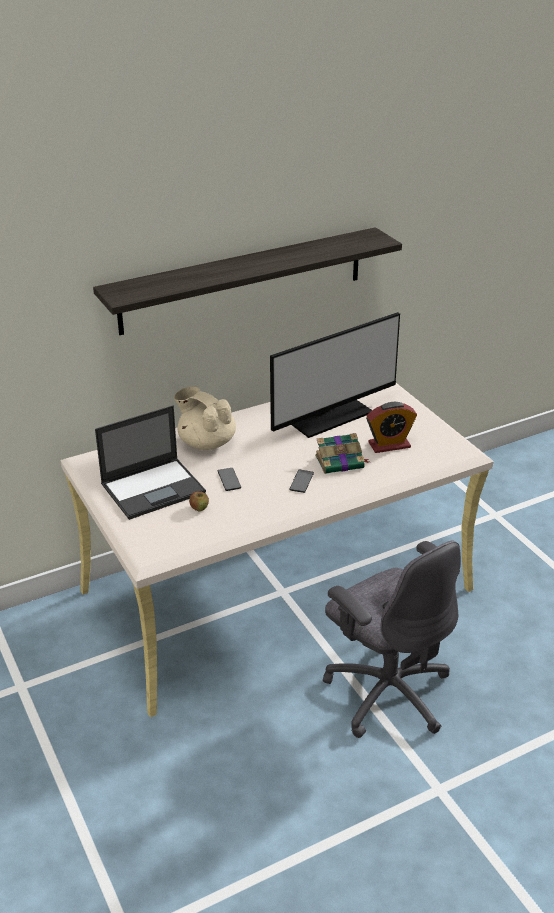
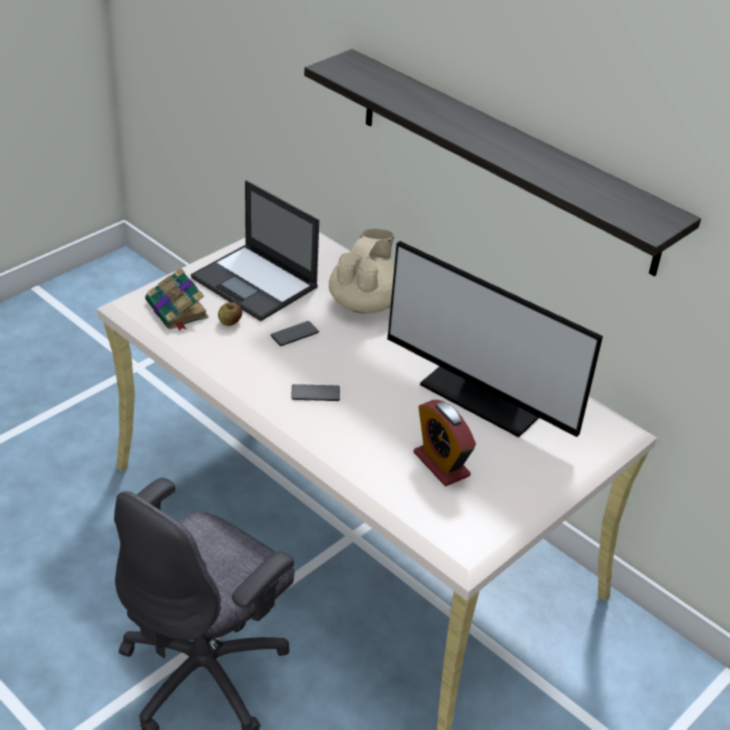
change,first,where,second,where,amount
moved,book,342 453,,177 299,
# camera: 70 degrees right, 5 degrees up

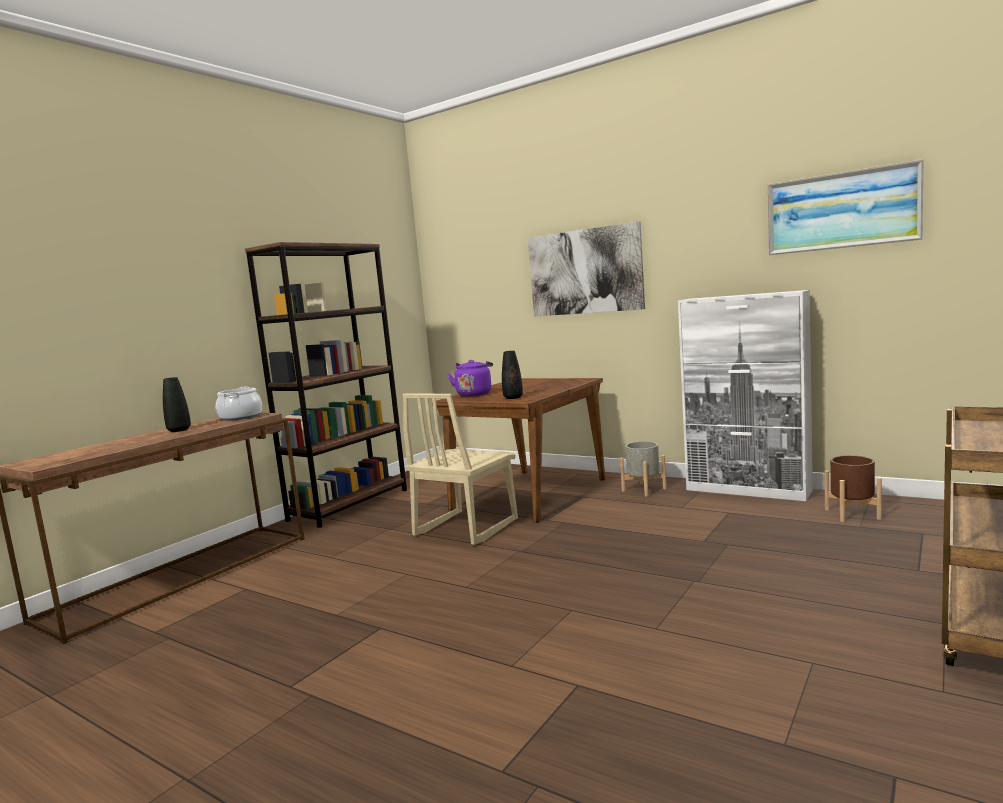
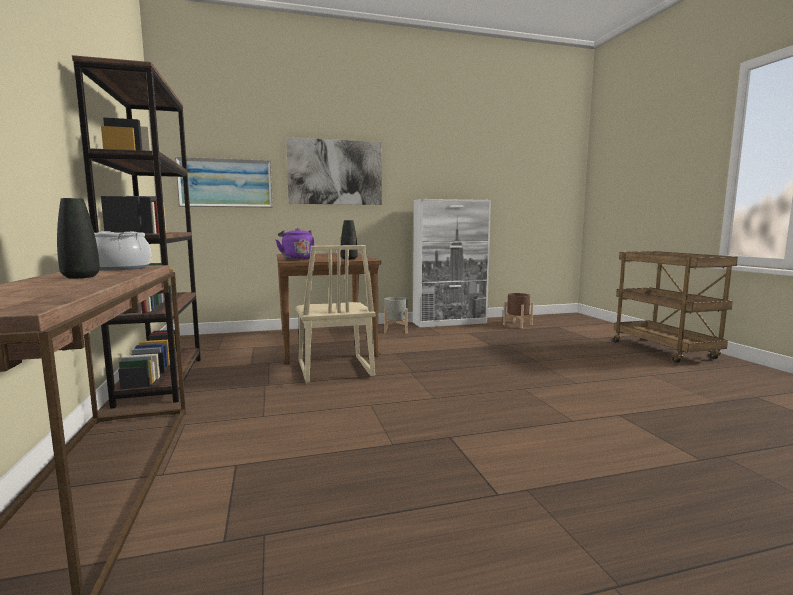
change,first,where,second,where,amount
moved,picture,845 207,,224 182,
# camera: 50 degrees left, 0 degrees up

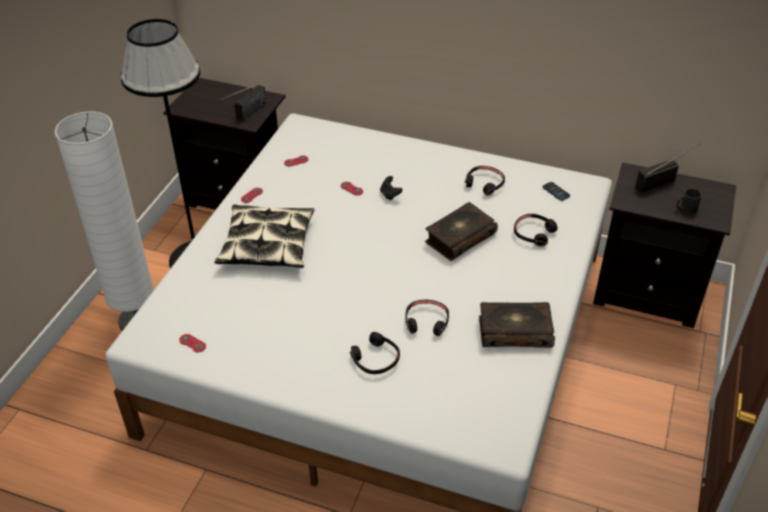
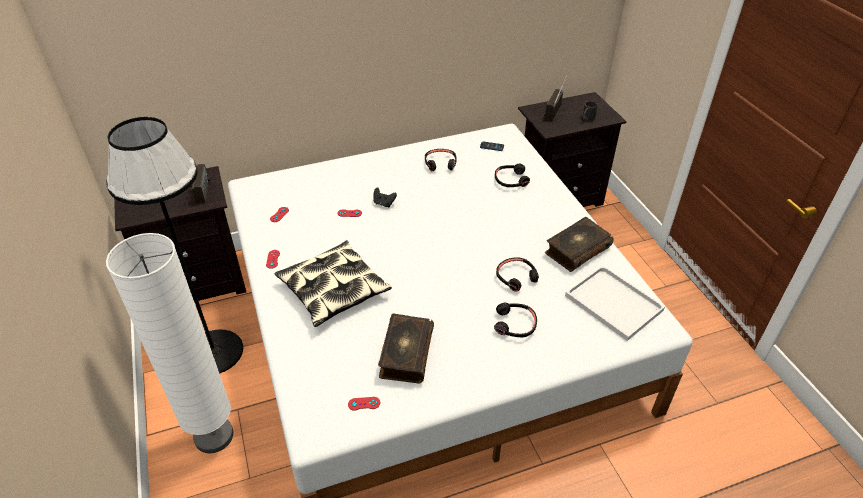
change,first,where,second,where,amount
added,,,tray in white,615 303,
moved,book,461 231,,406 349,
# camera: 40 degrees left, 0 degrees up

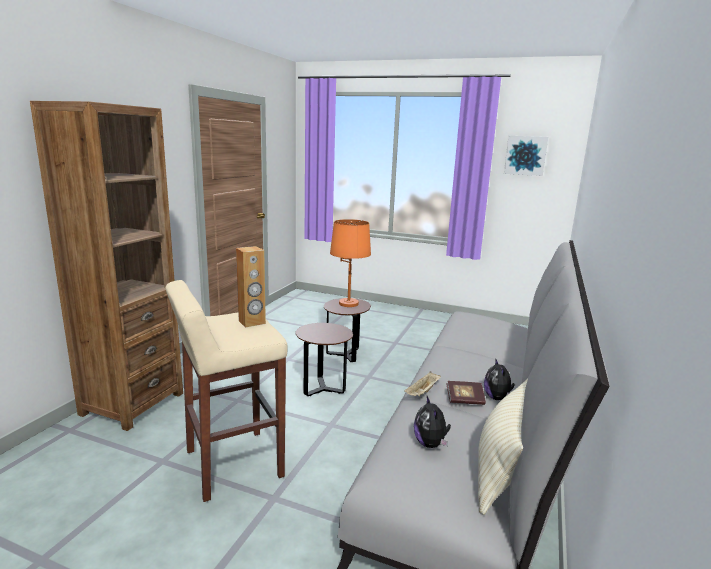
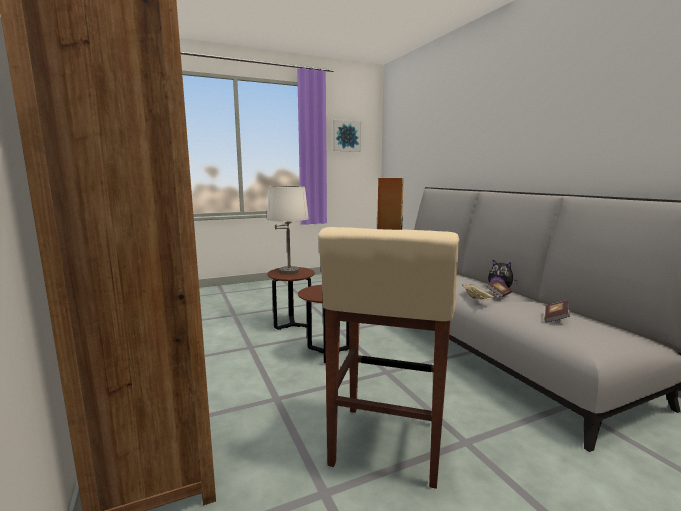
change,first,where,second,where,amount
removed,pillow in beige,503 447,,,
replaced,plush toy,432 422,book,557 311,
recoloured,table lamp in orange,350 263,table lamp in white,288 229,
# camera: 45 degrees left, 5 degrees down

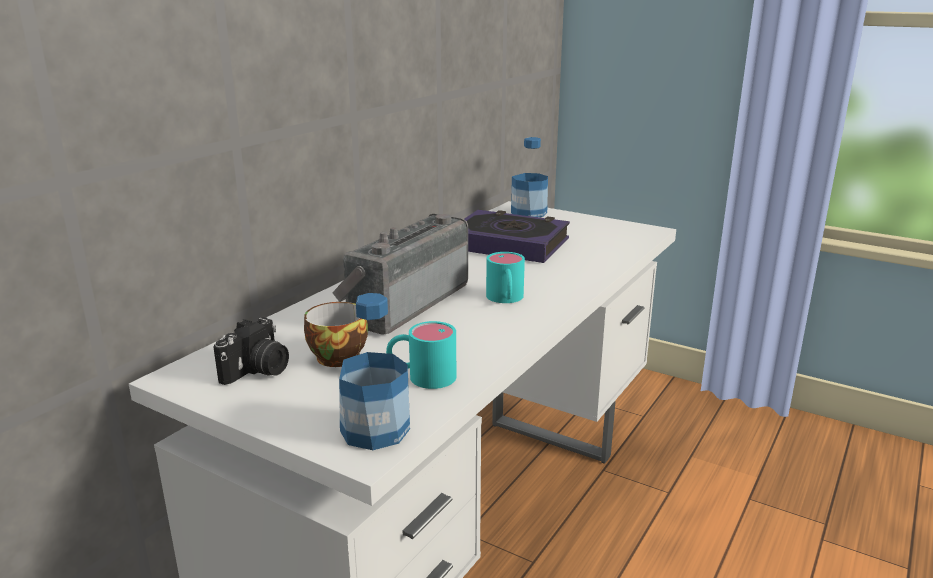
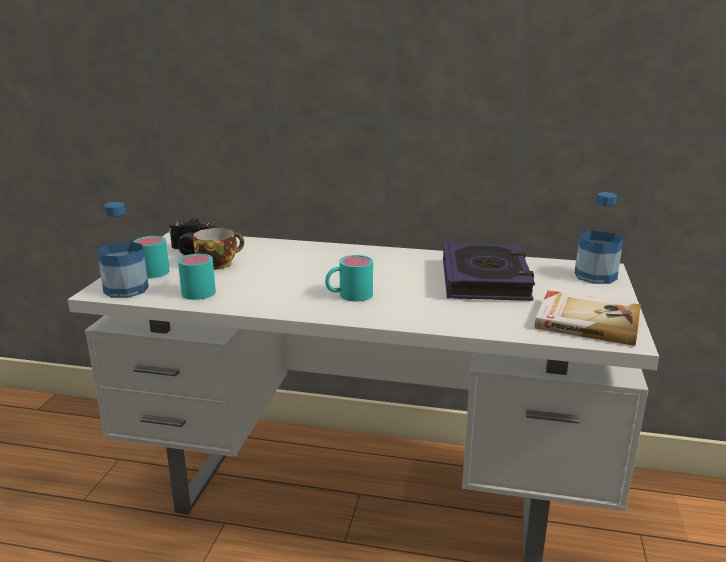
change,first,where,second,where,amount
removed,radio,400 274,,,
added,,,mug in turquoise,151 257,
added,,,book,587 318,
# camera: 70 degrees right, 0 degrees up

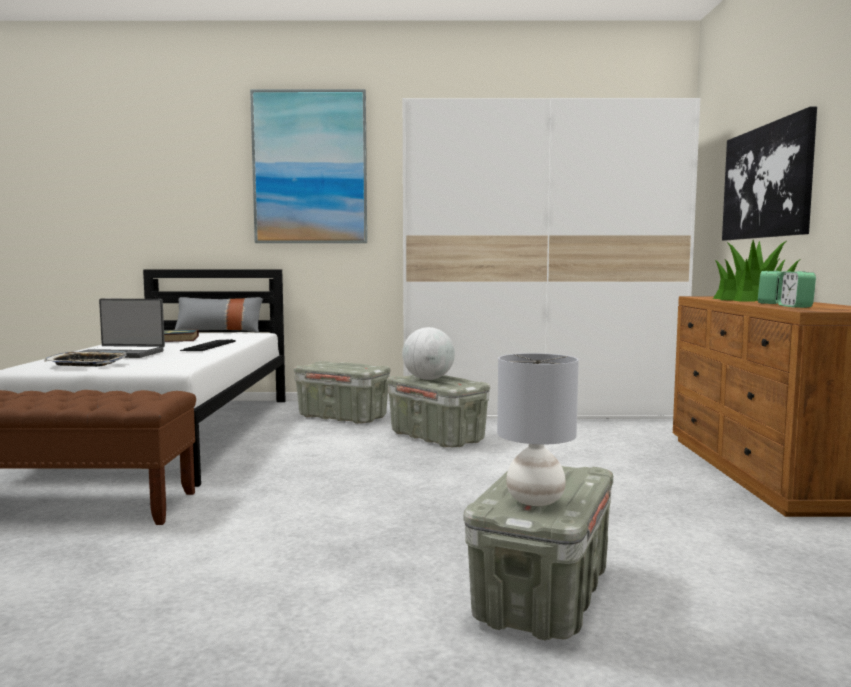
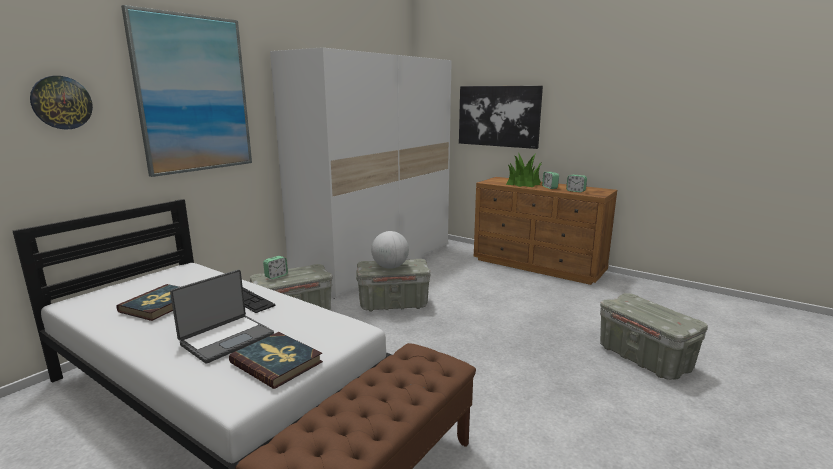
change,first,where,second,where,amount
removed,pillow in grey,218 315,,,
removed,table lamp in grey,538 429,,,
added,,,wall clock,61 103,
added,,,alarm clock,275 267,
replaced,tray,85 359,book,276 360,
# camera: 55 degrees left, 10 degrees up

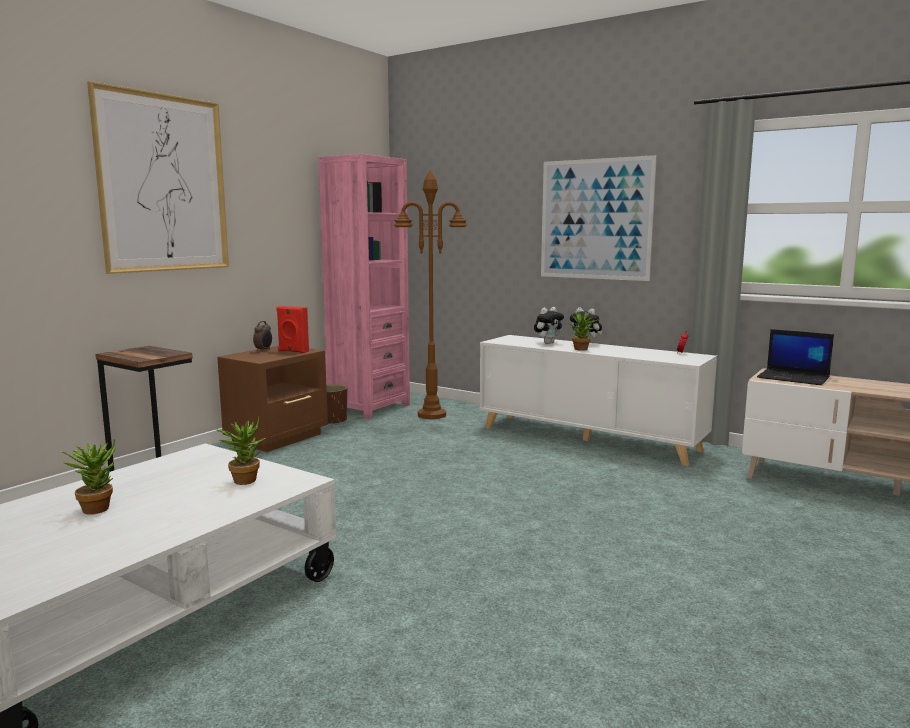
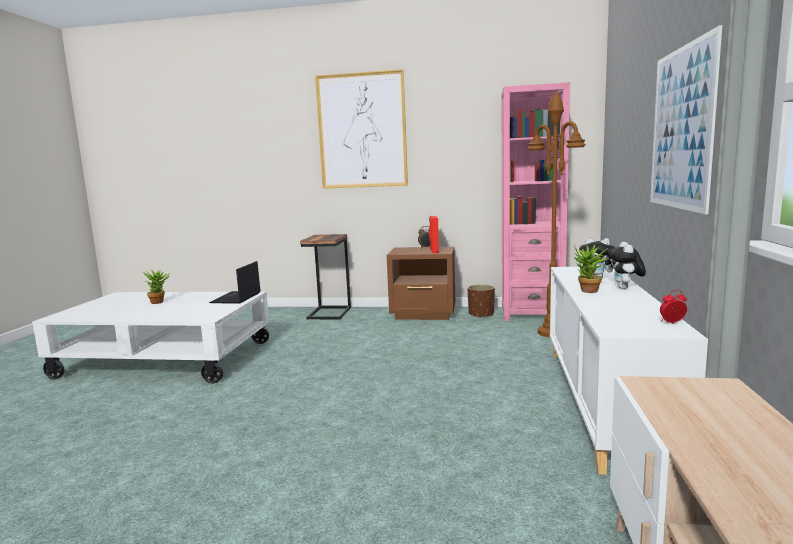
change,first,where,second,where,amount
removed,potted plant,241 451,,,
moved,laptop,795 357,,235 282,
# camera: 65 degrees right, 0 degrees up

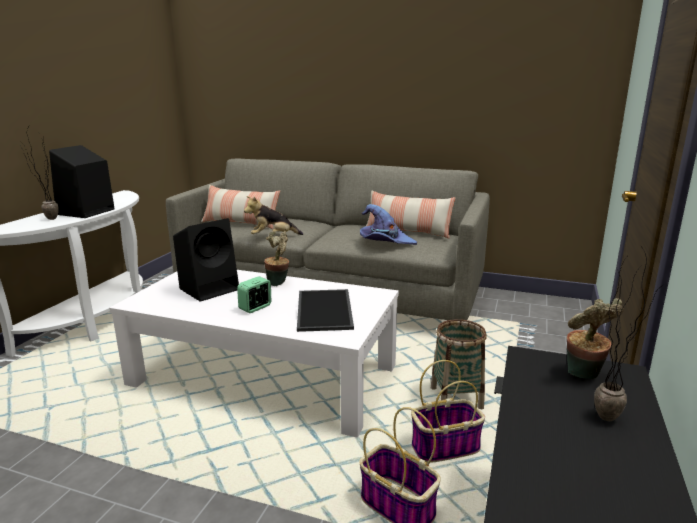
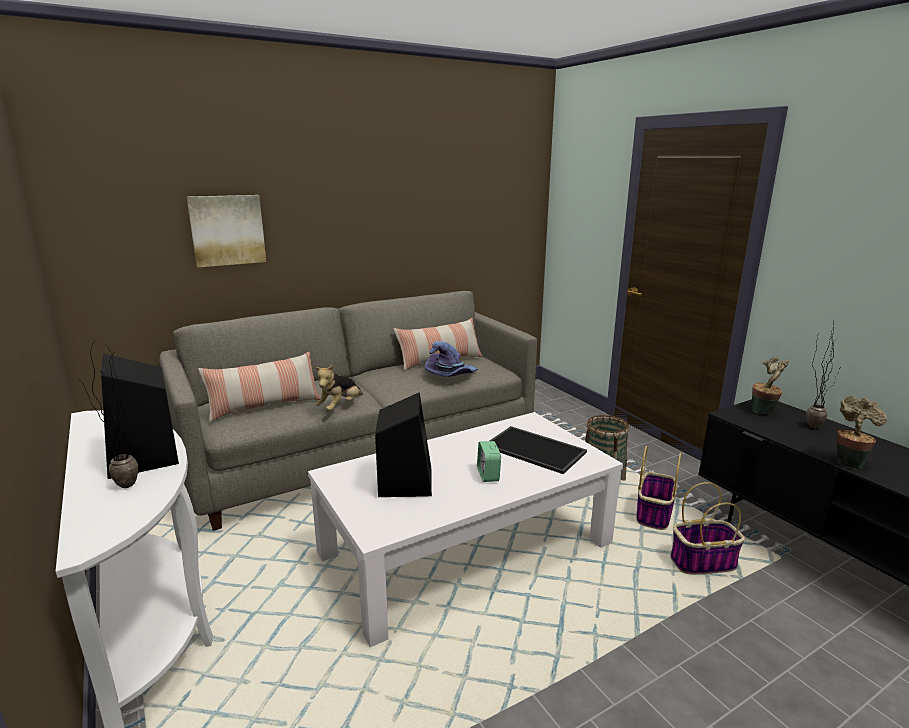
change,first,where,second,where,amount
added,,,picture,226 231,
moved,potted plant,276 258,,862 433,
# camera: 50 degrees left, 0 degrees up

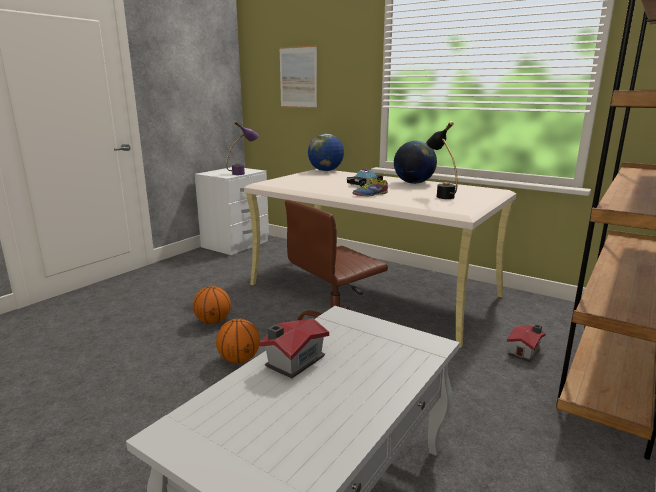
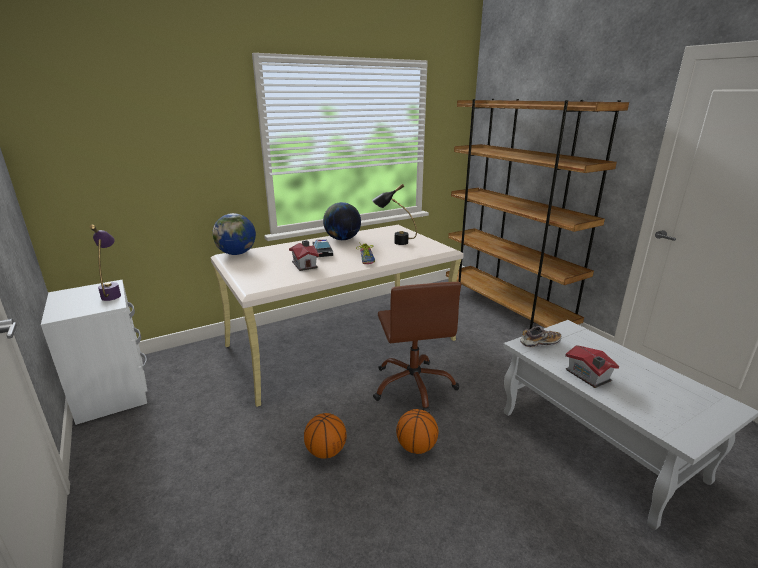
change,first,where,second,where,amount
removed,picture,298 76,,,
added,,,shoe,540 336,
moved,toy house,526 343,,304 255,
# camera: 65 degrees left, 5 degrees up

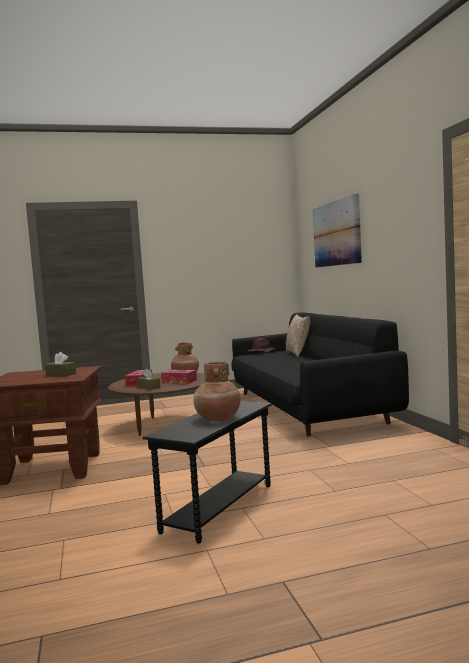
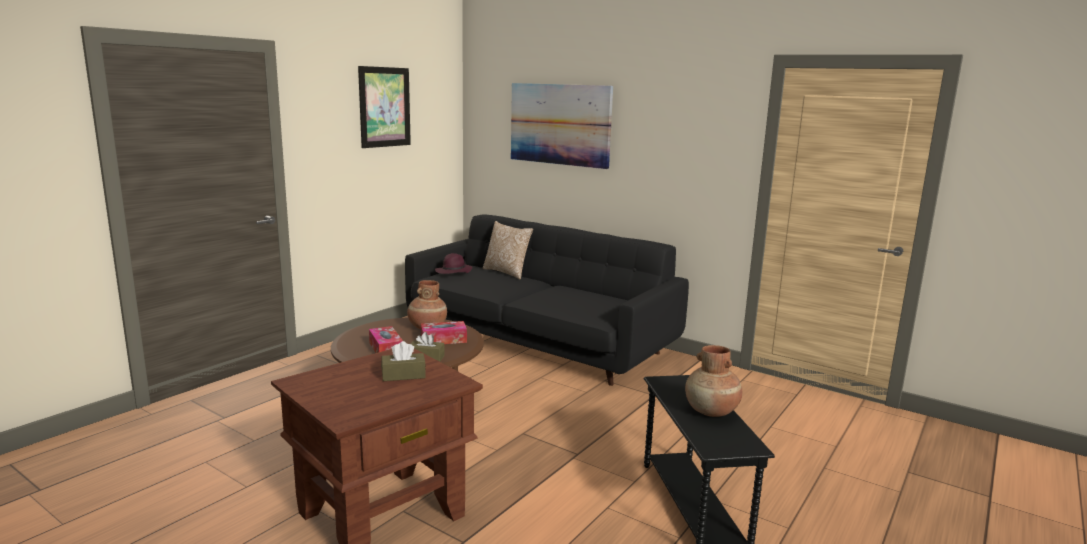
change,first,where,second,where,amount
added,,,picture,384 107,
# camera: 40 degrees left, 10 degrees up

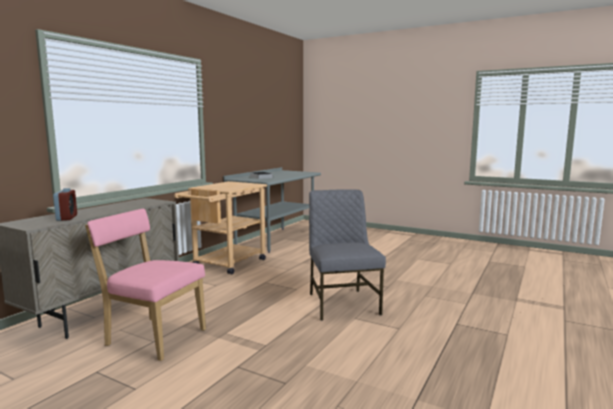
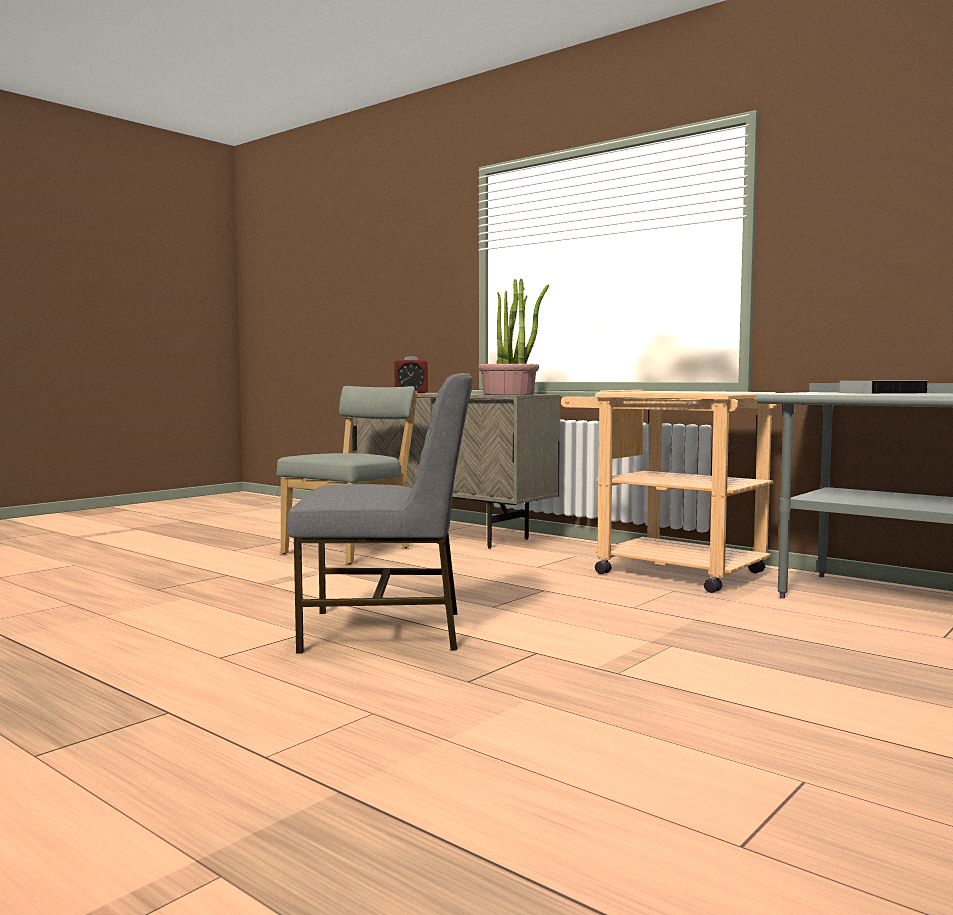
change,first,where,second,where,amount
added,,,potted plant,513 336,
recoloured,chair in pink,145 285,chair in grey,346 475,
# camera: 100 degrees right, 5 degrees down

